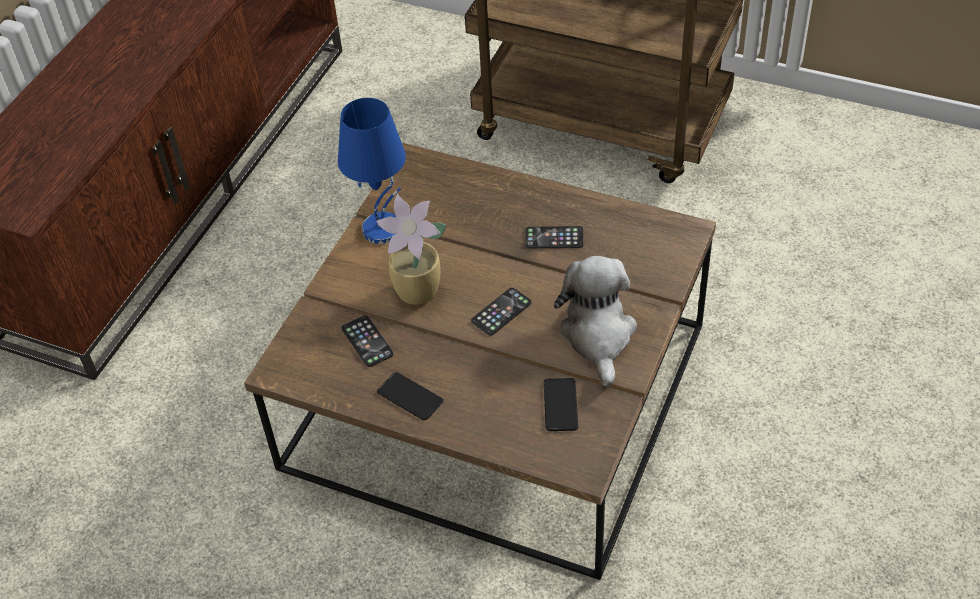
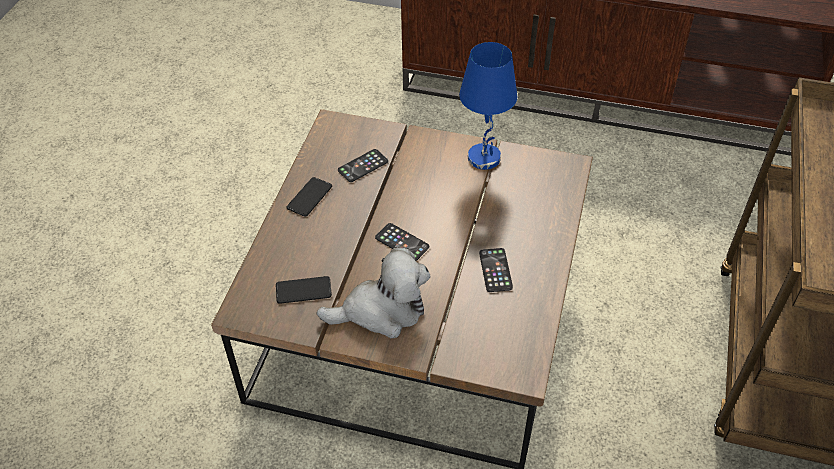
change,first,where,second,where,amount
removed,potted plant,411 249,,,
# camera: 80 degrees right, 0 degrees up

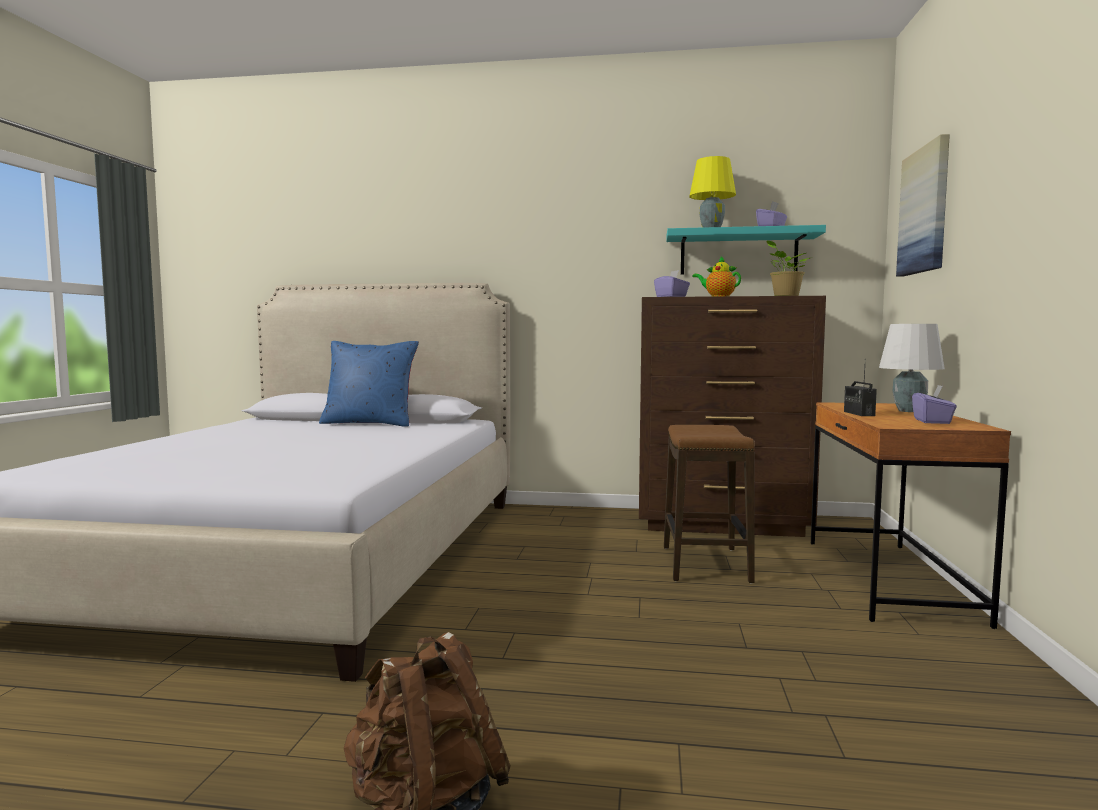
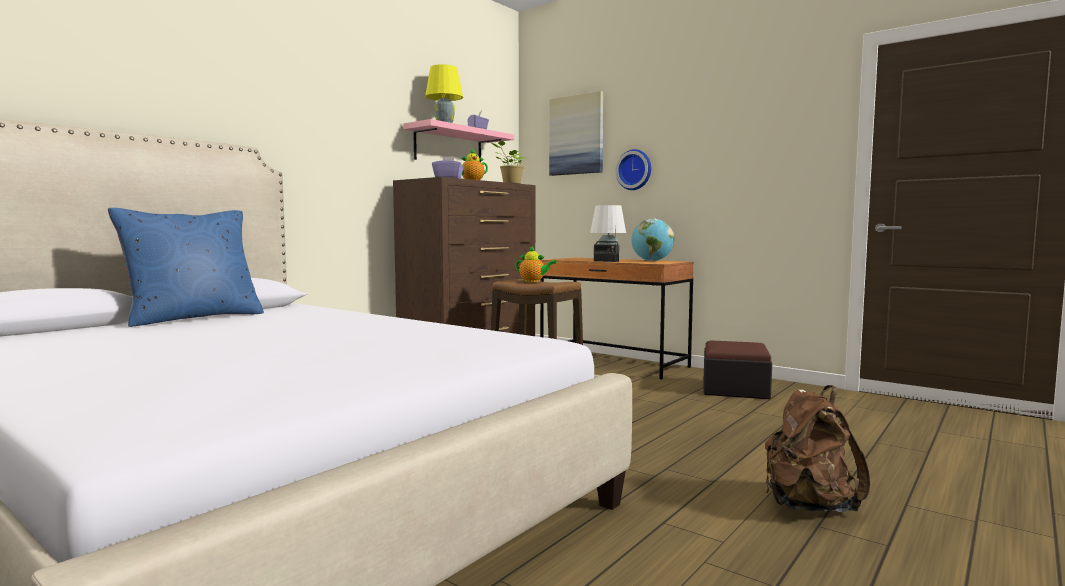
change,first,where,second,where,amount
added,,,teapot,536 264,
added,,,wall clock,633 169,
added,,,ottoman,738 370,
replaced,tissue box in purple,934 404,globe,652 240,
recoloured,shelf in turquoise,746 250,shelf in pink,458 139,
# camera: 60 degrees left, 0 degrees up

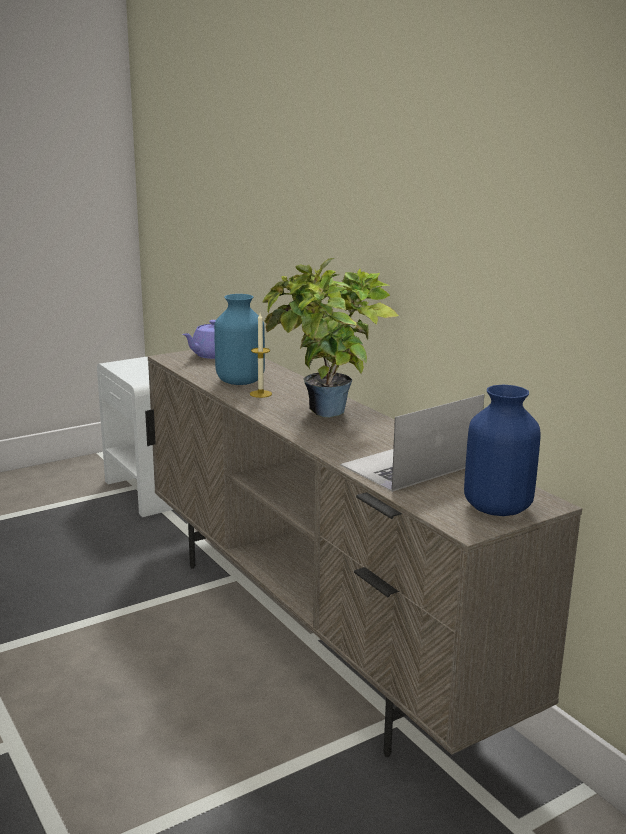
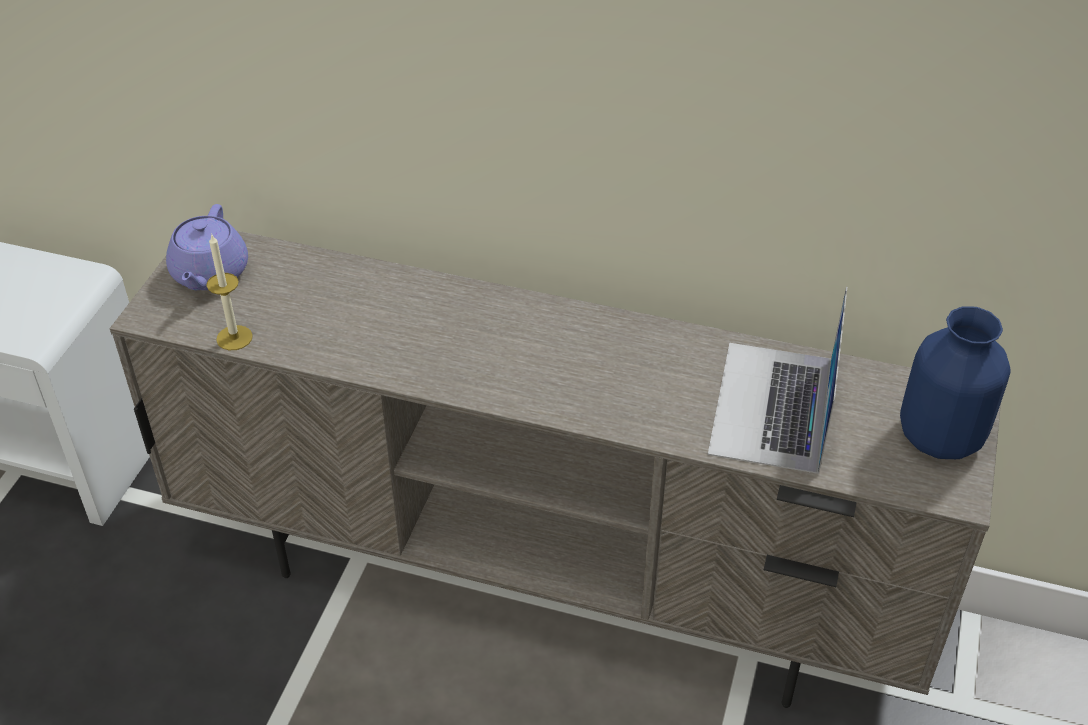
change,first,where,second,where,amount
removed,vase in blue,239 339,,,
removed,potted plant,330 338,,,
moved,candle,261 355,,229 292,
# camera: 40 degrees left, 25 degrees up

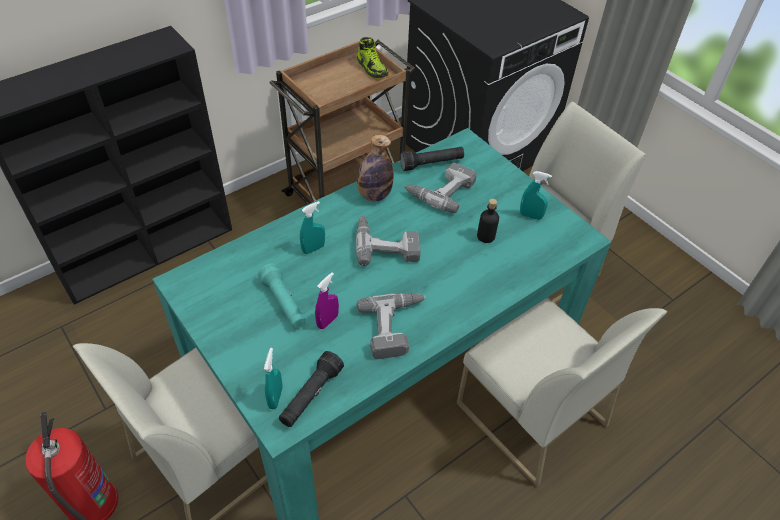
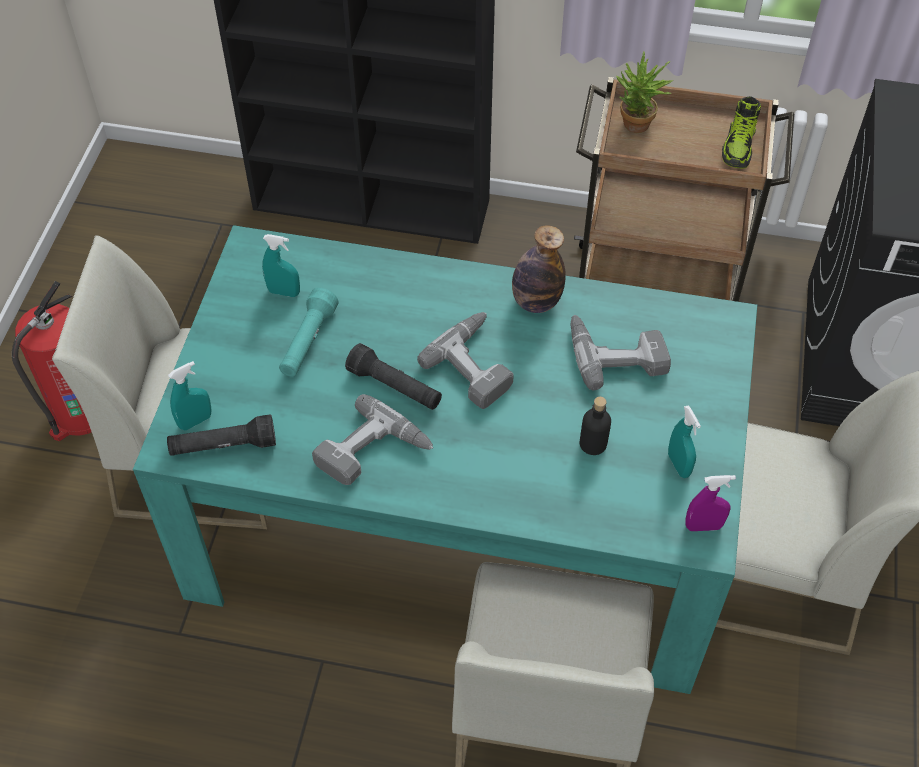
change,first,where,second,where,amount
added,,,potted plant,644 92,
moved,spray bottle in turquoise,312 227,,281 265,
moved,spray bottle in purple,327 300,,710 503,
moved,flashlight in black,432 159,,393 376,
# camera: 50 degrees right, 5 degrees up

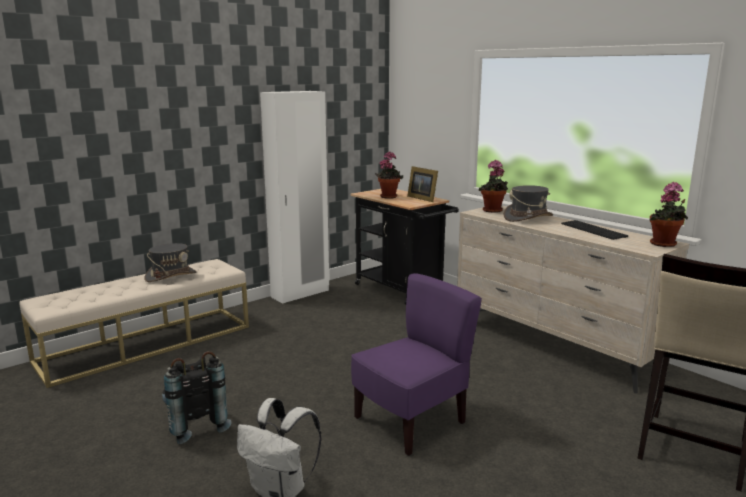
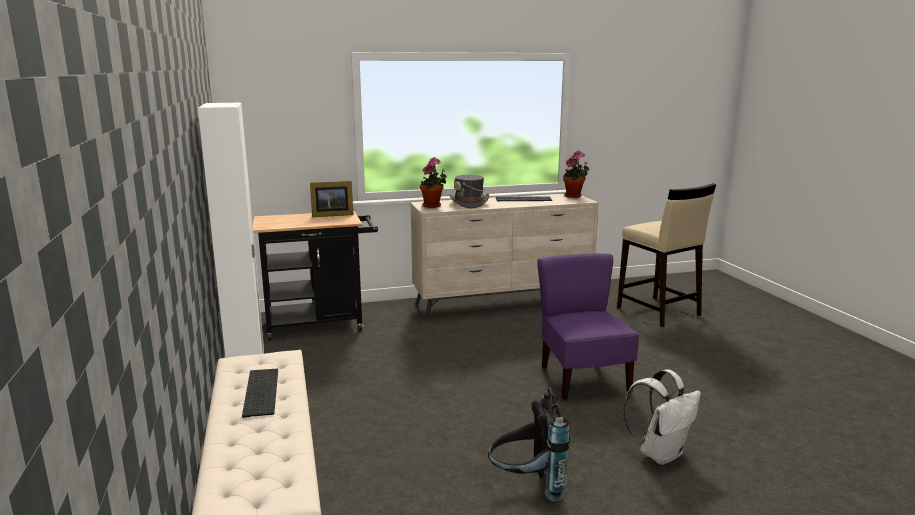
change,first,where,second,where,amount
removed,potted plant,389 175,,,
replaced,hat in grey,170 262,keyboard,260 393,
# camera: 65 degrees left, 0 degrees up

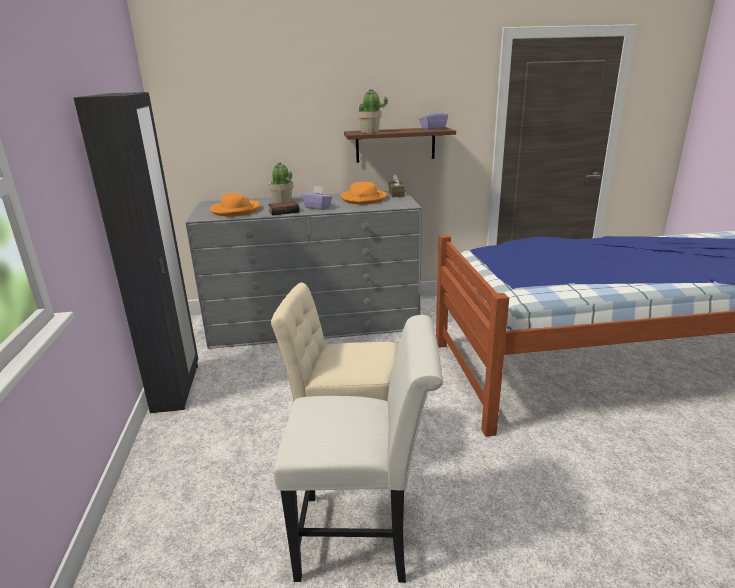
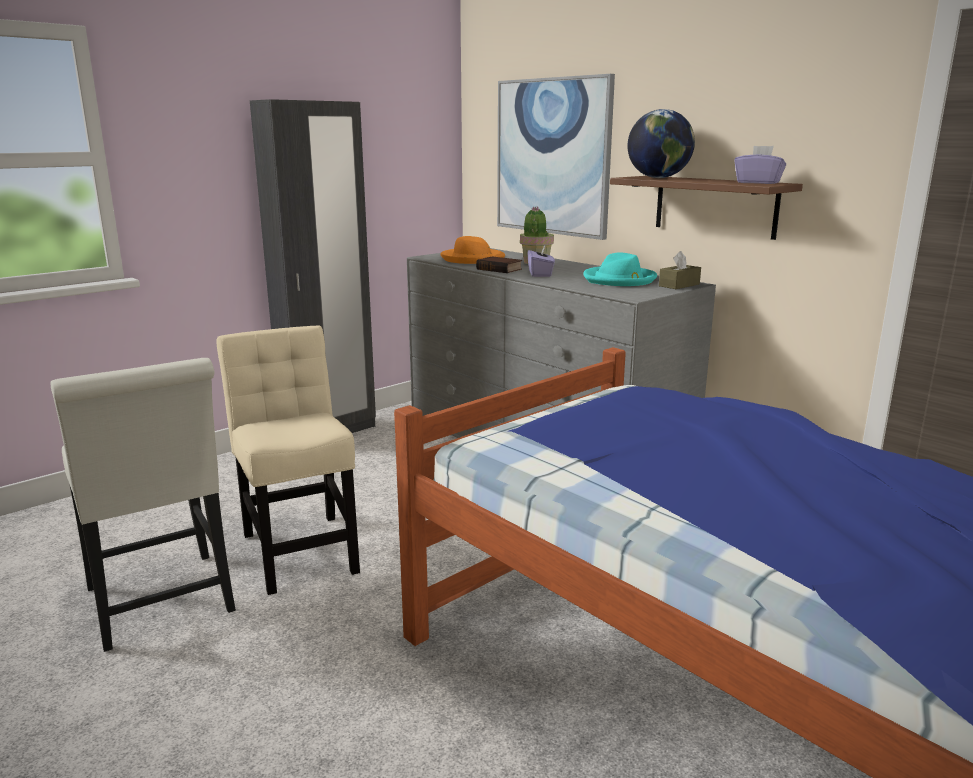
change,first,where,second,where,amount
added,,,picture,556 157,
replaced,potted plant,372 111,globe,661 143,
recoloured,hat in orange,364 193,hat in turquoise,620 269,
# camera: 55 degrees right, 5 degrees down

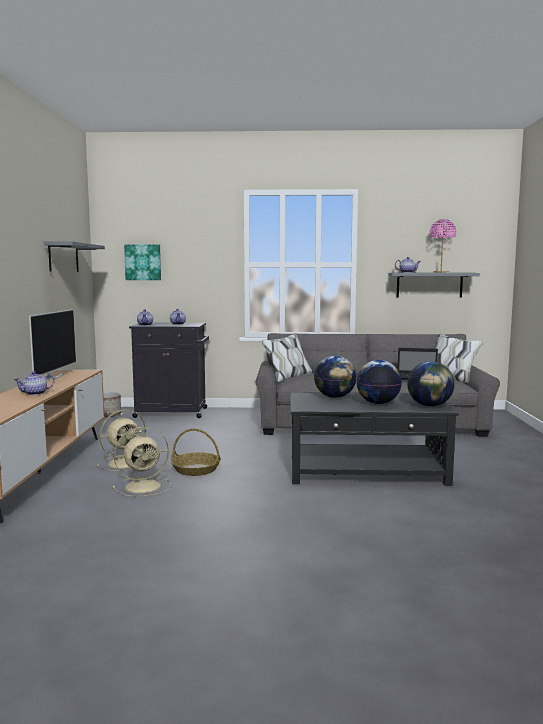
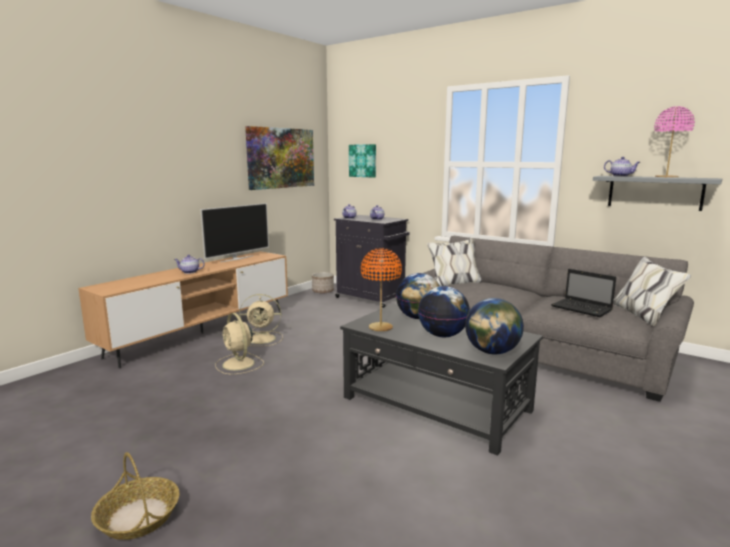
change,first,where,second,where,amount
added,,,table lamp in orange,381 289,
moved,basket,196 452,,135 496,
replaced,shelf in grey,74 256,picture,279 158,
turned,fan in beige,141 462,,239 343,45 degrees clockwise
# camera: 35 degrees right, 5 degrees up

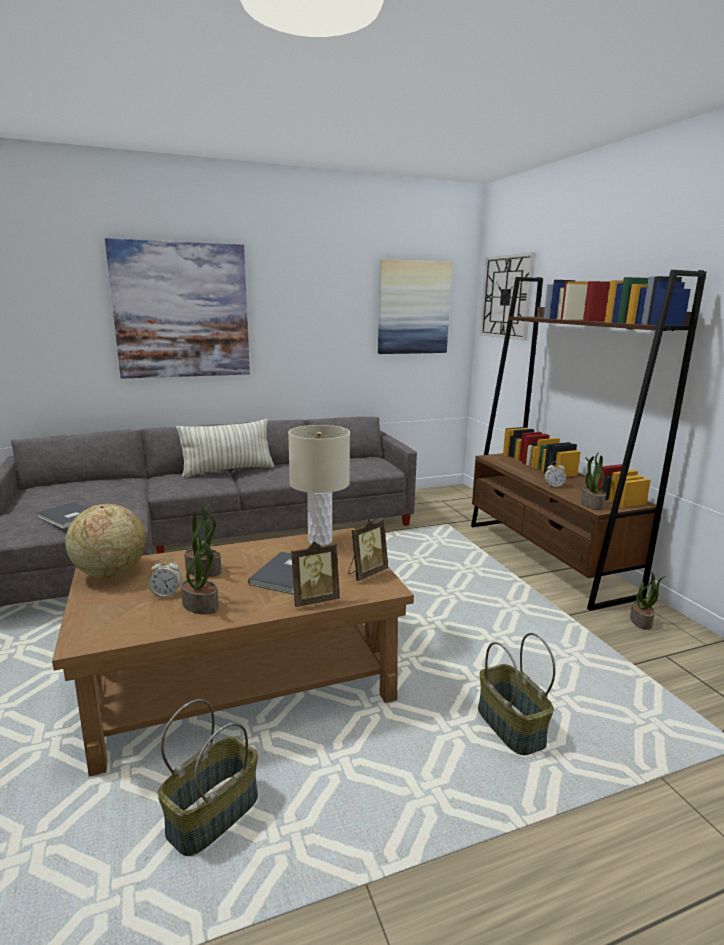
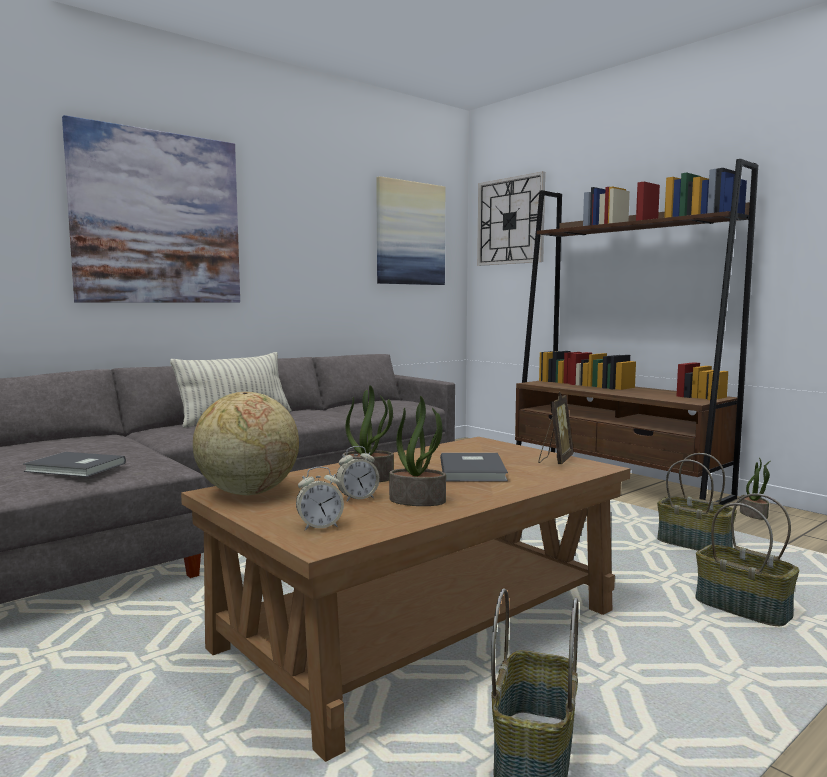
change,first,where,second,where,amount
removed,table lamp in beige,319 485,,,
removed,picture frame,315 574,,,
removed,potted plant,593 481,,,
added,,,basket,697 502,
moved,alarm clock,555 474,,320 499,
# camera: 20 degrees left, 10 degrees down

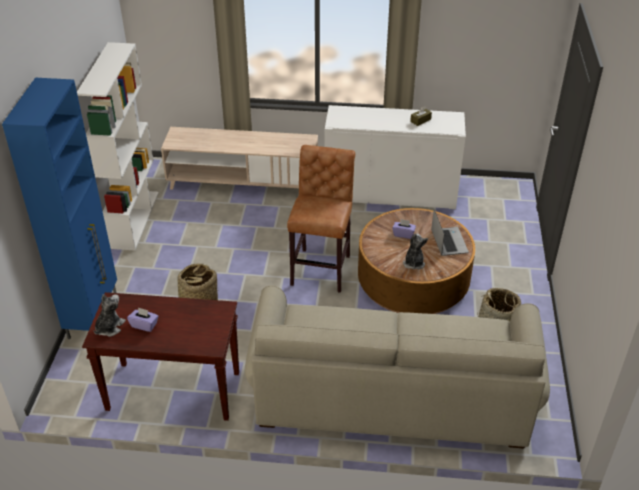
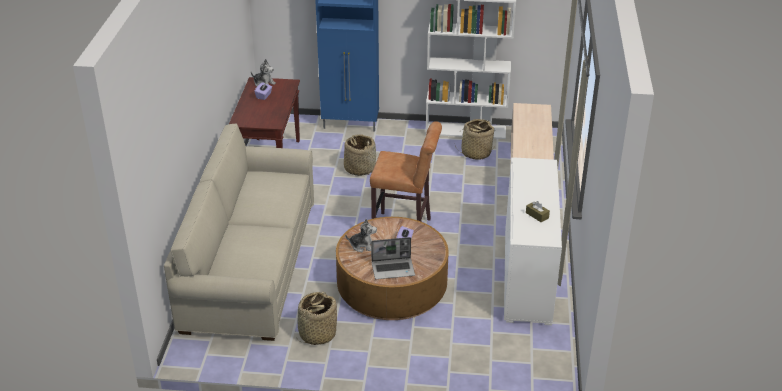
change,first,where,second,where,amount
added,,,basket,475 139,
# camera: 90 degrees right, 5 degrees down

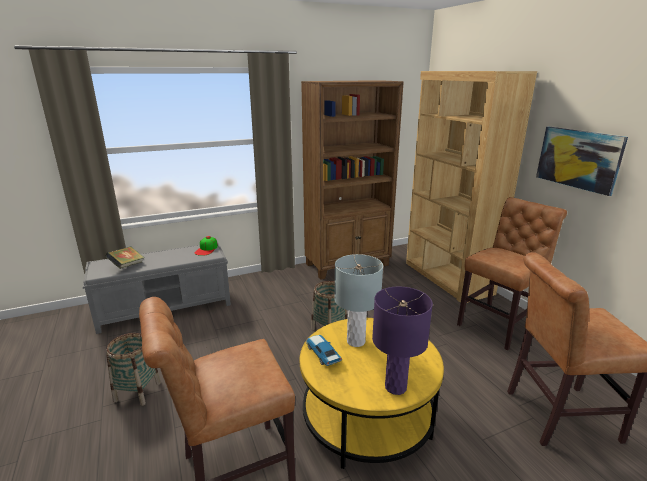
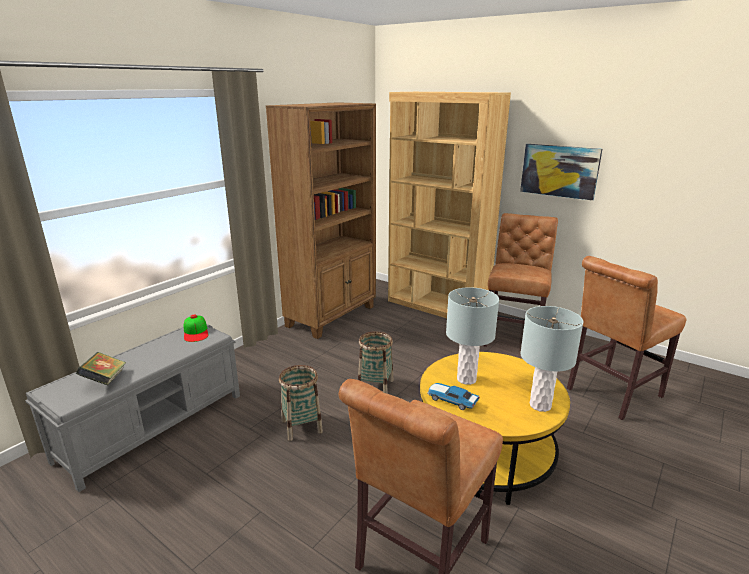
change,first,where,second,where,amount
moved,basket,133 369,,301 403,
recoloured,table lamp in purple,402 341,table lamp in grey,552 359,
# camera: 30 degrees left, 0 degrees up

